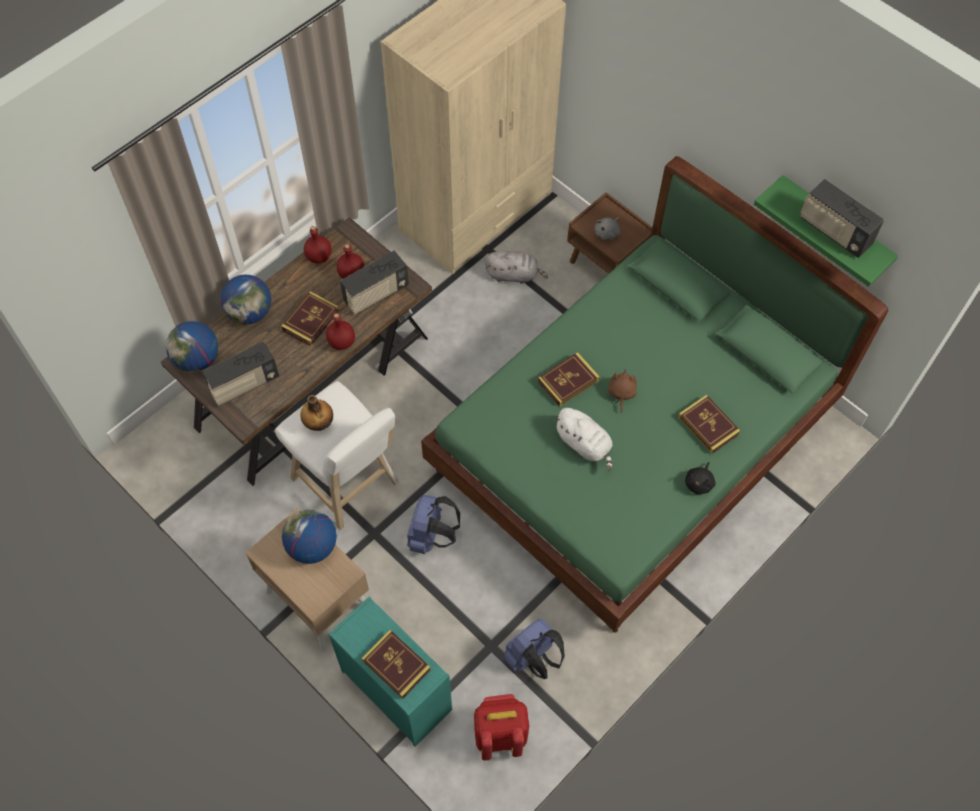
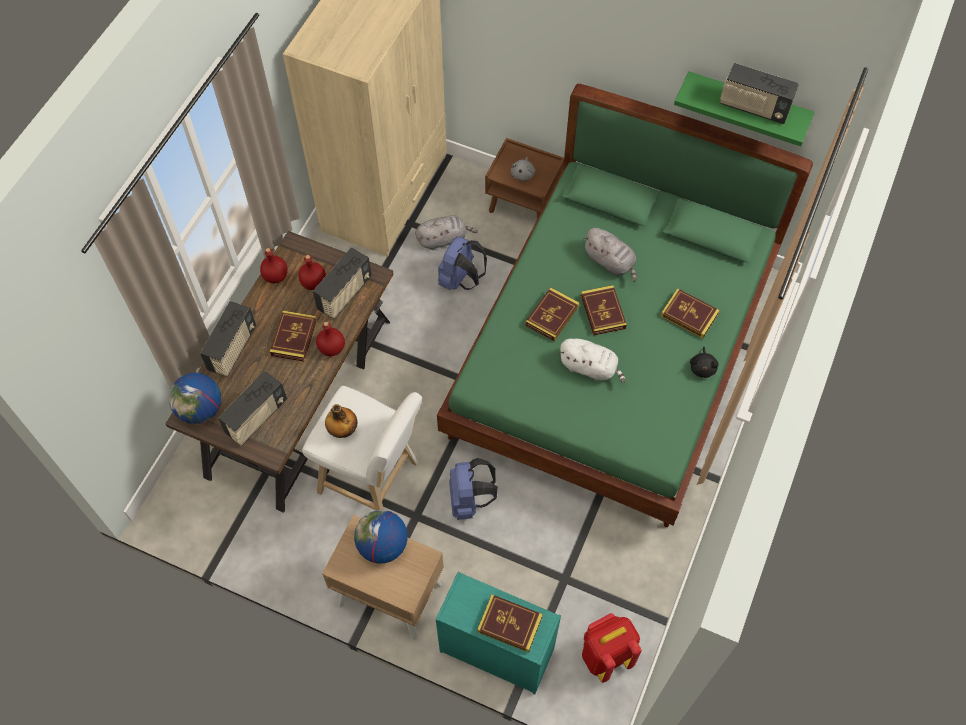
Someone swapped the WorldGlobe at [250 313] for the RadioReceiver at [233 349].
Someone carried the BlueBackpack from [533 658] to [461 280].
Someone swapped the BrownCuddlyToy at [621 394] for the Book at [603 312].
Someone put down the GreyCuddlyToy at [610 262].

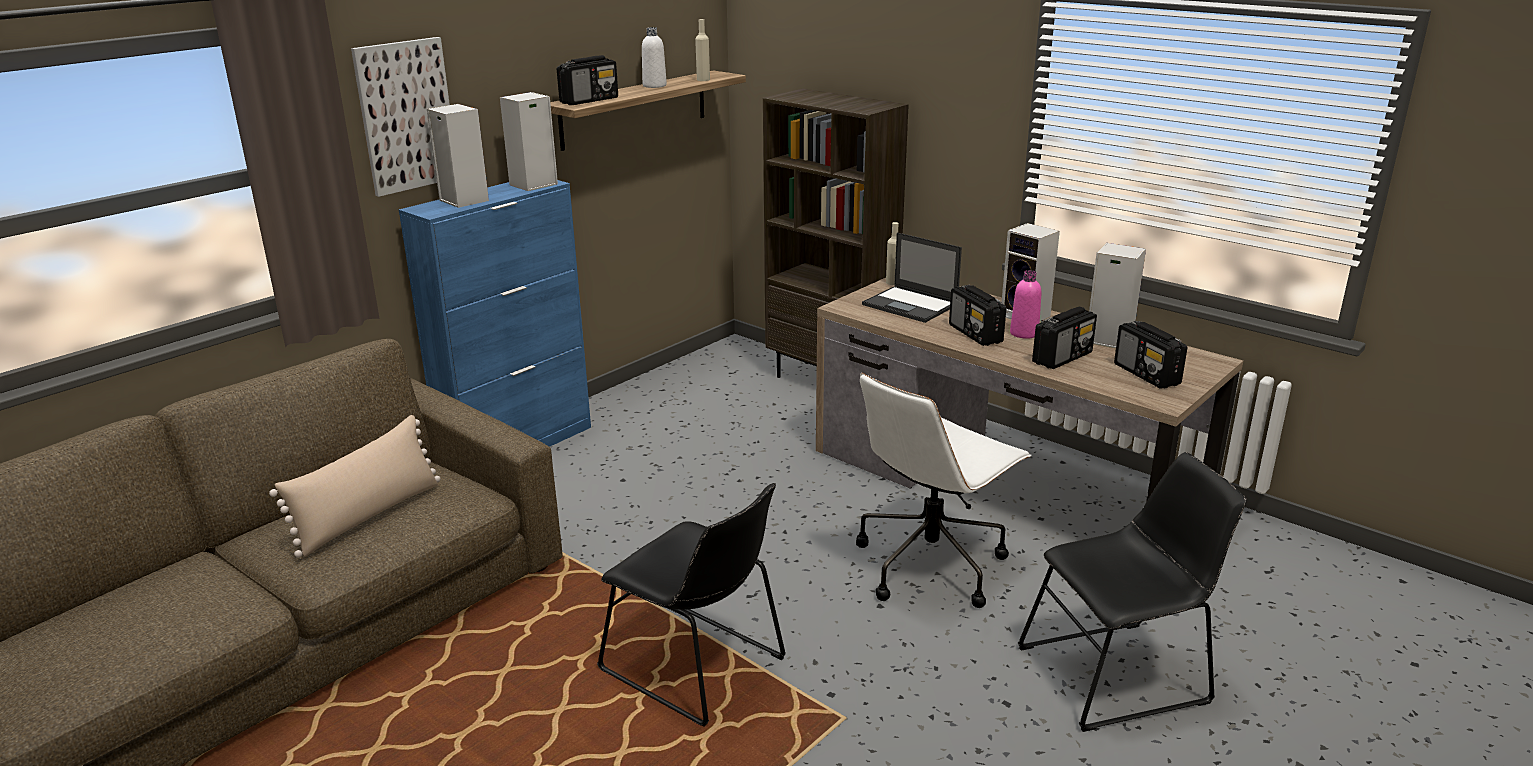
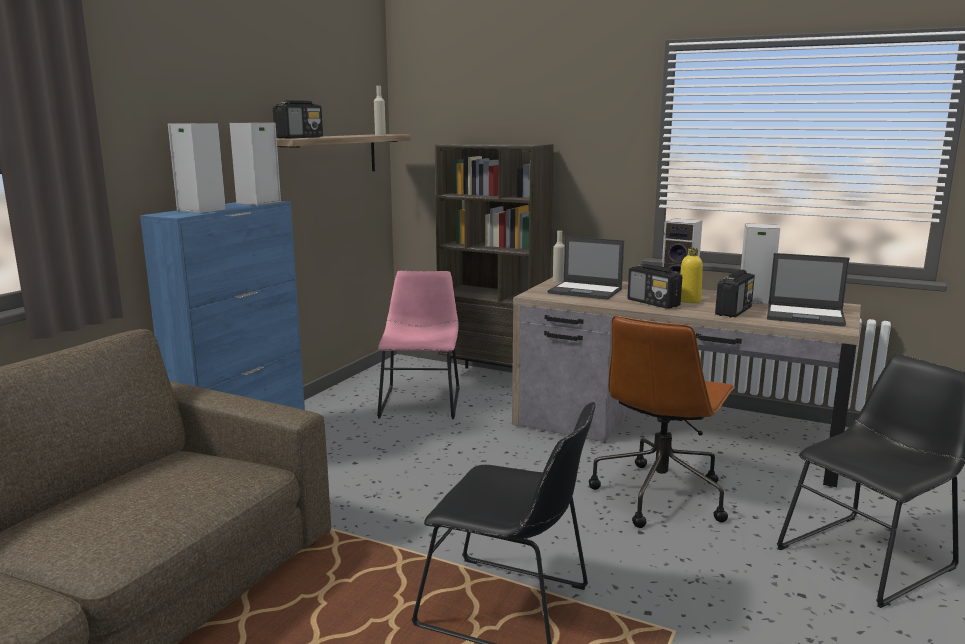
Someone put down the PinkishChair at [421 401].
Someone repainted the WhiteColouredDeskChair at [931 564], which became the BrownDeskChair at [660 494].
Someone repainted the PinkishBottle at [1024 333], which became the YellowColouredBottle at [689 300].
Someone swapped the RadioReceiver at [1147 375] for the Laptop at [806 316].
Someone took away the SandColouredThrowPillow at [369 515].
Someone took away the WallPicture at [406 116].
Someone took away the WhiteColouredBottle at [654 86].

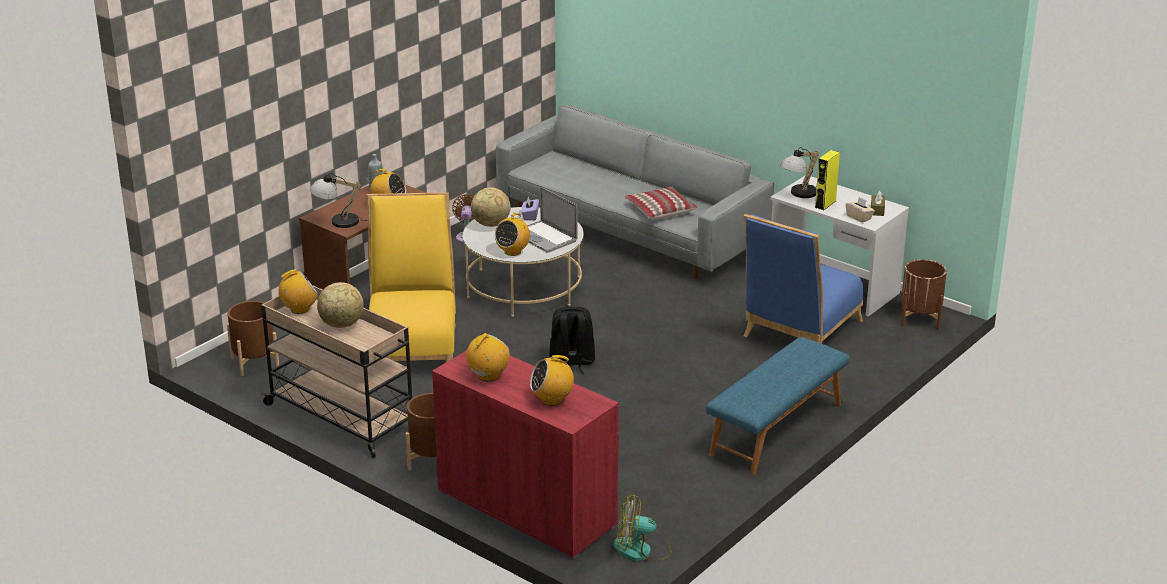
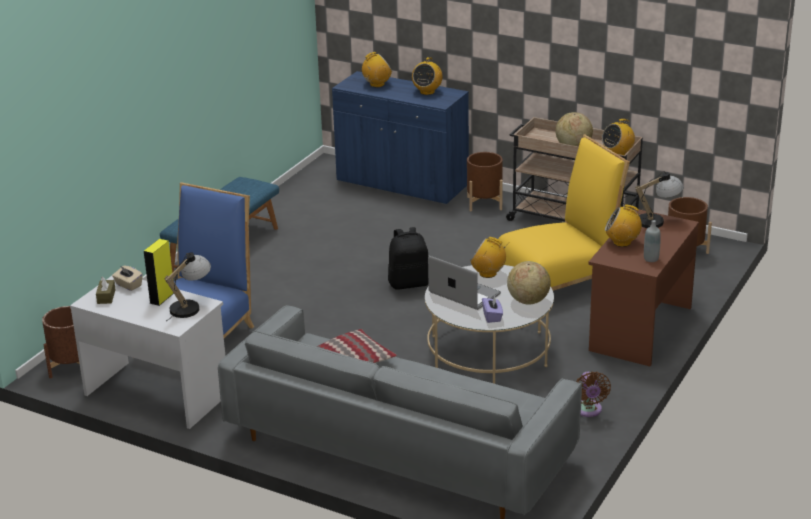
Someone repainted the RedCupboard at [526 508], which became the BlueCupboard at [402 184].
Someone rotated the RadioReceiver at [512 251] by 90 degrees counterclockwise.
Someone rotated the YellowColouredChair at [413 347] by 105 degrees counterclockwise.
Someone took away the CoolingFan at [641 550].

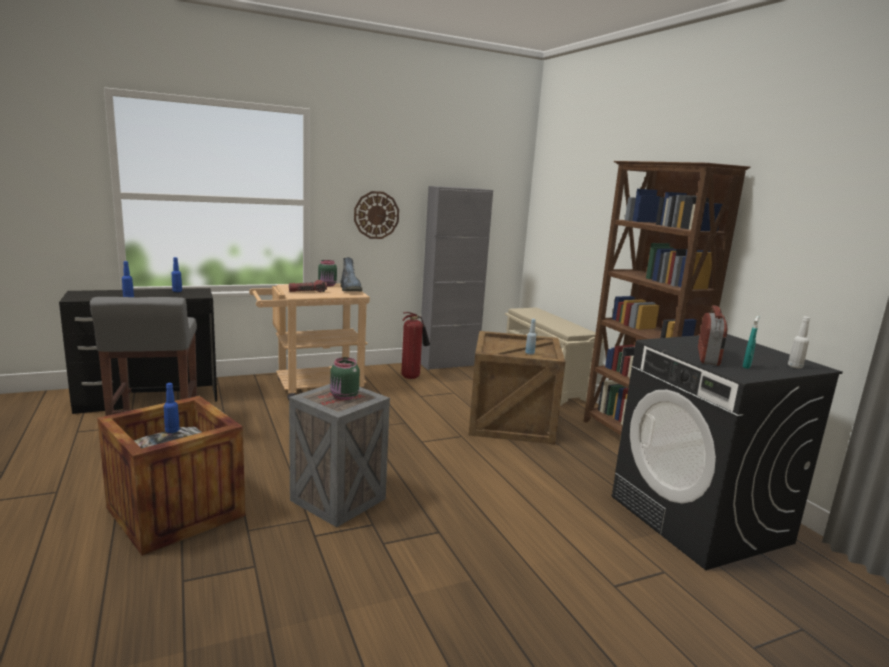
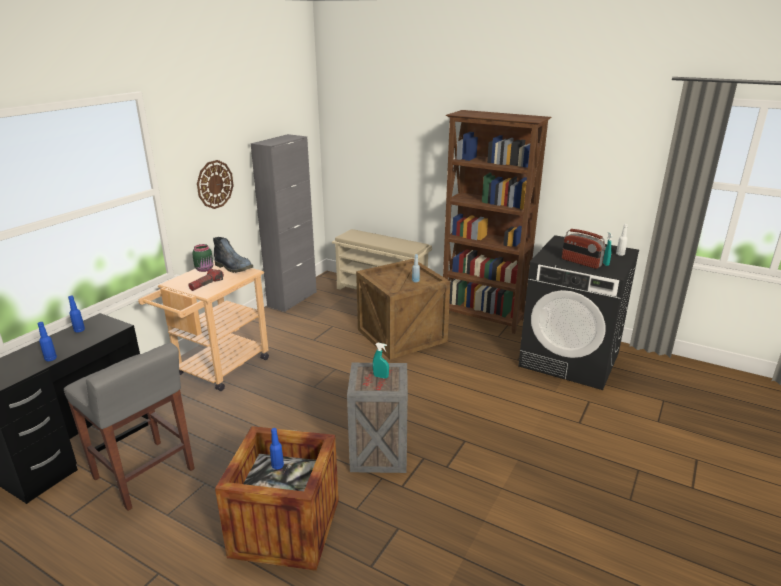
Someone swapped the GreenJar at [344 397] for the TurquoiseColouredSprayBottle at [380 376].
Someone rotated the RadioReceiver at [708 357] by 150 degrees clockwise.
Someone took away the Extinguisher at [412 377].

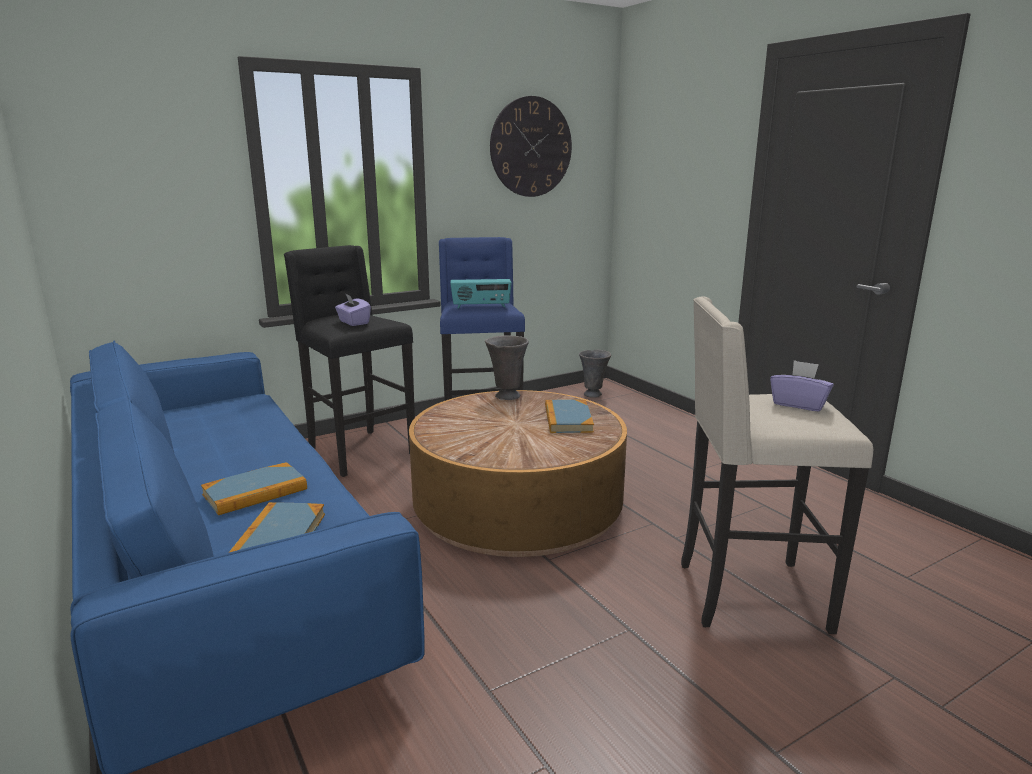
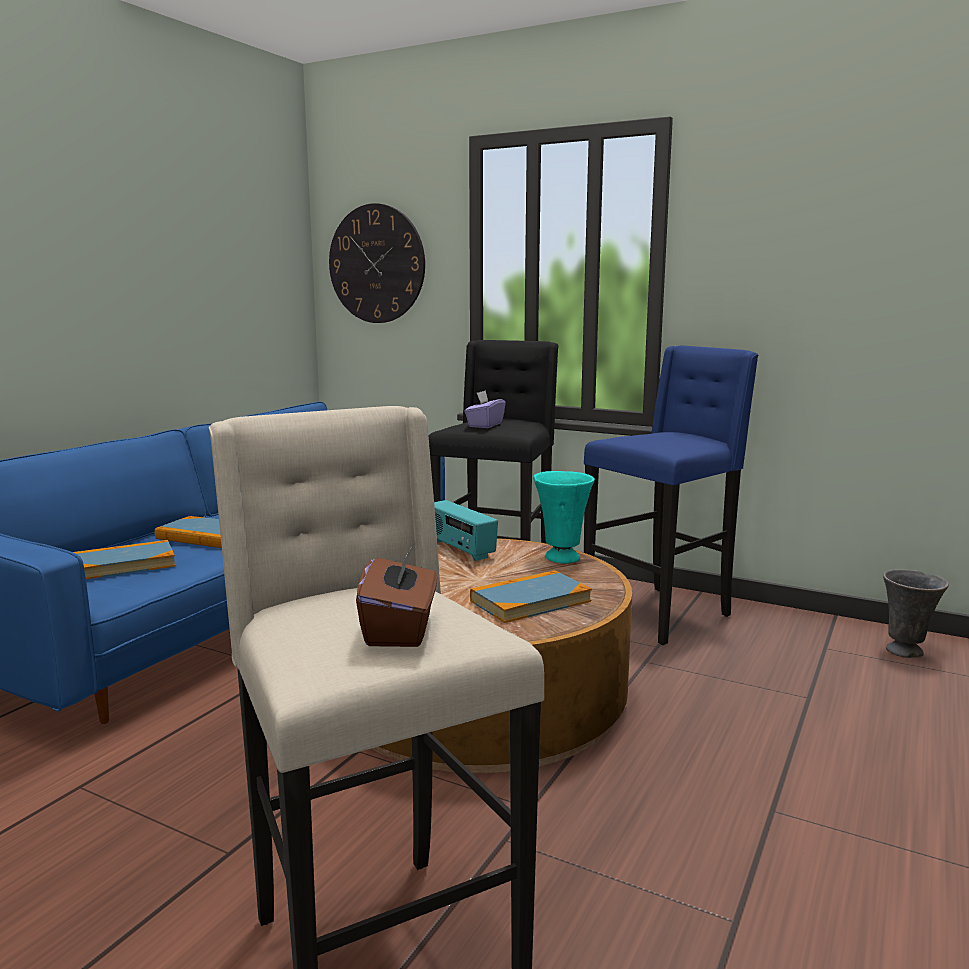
Someone carried the HangingClock from [531 147] to [376 264].
Someone repainted the PurpleColouredBoxOfTissues at [799 404], which became the BrownBoxOfTissues at [400 629].
Someone carried the RadioReceiver from [481 306] to [460 550].
Someone repainted the GreyDecorativeVase at [506 396], which became the TurquoiseColouredDecorativeVase at [561 558].

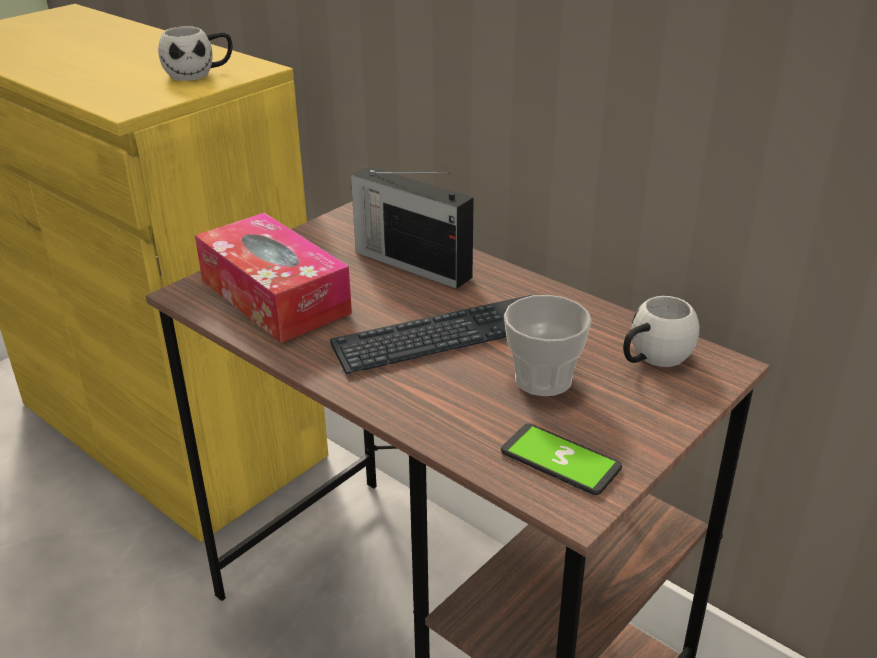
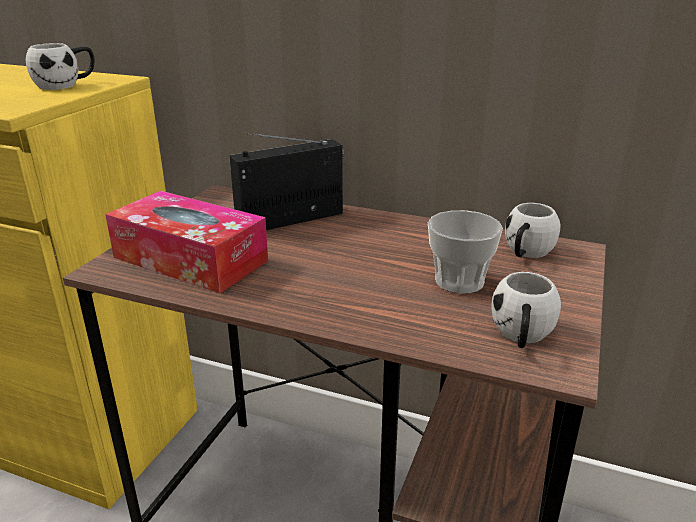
Someone rotated the RadioReceiver at [410 263] by 135 degrees clockwise.
Someone swapped the Telephone at [560 460] for the WhiteColouredTeaMug at [521 337].
Someone took away the PcKeyboard at [444 337].

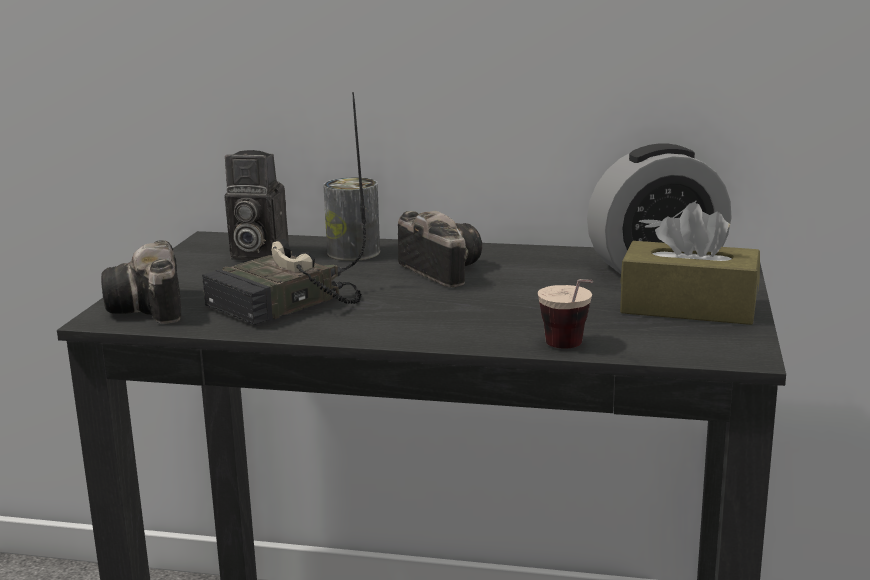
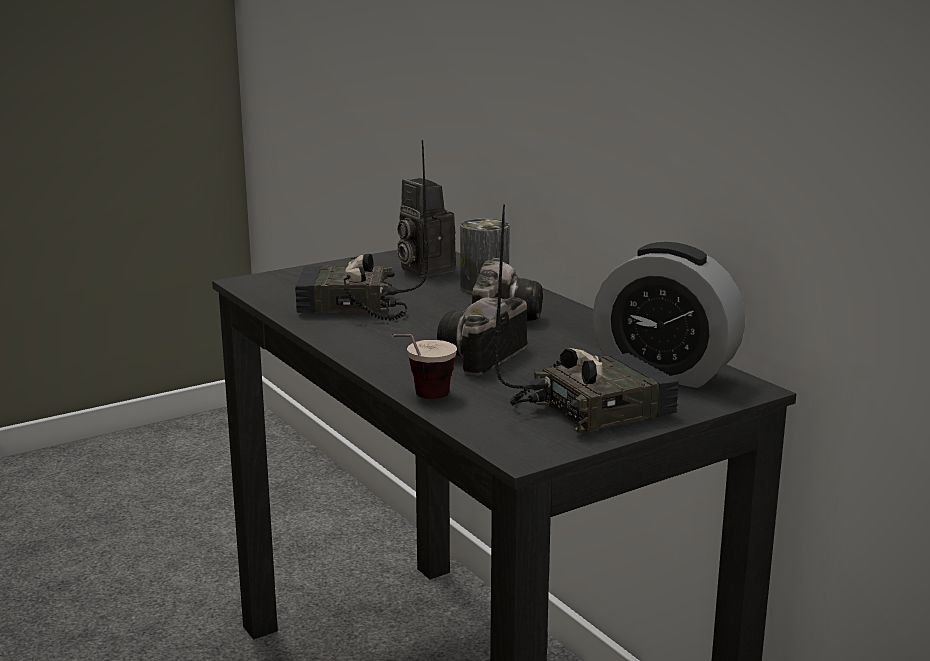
Someone carried the PhotoCamera from [151 309] to [480 358].
Someone swapped the BrownBoxOfTissues at [688 307] for the RadioReceiver at [592 407].

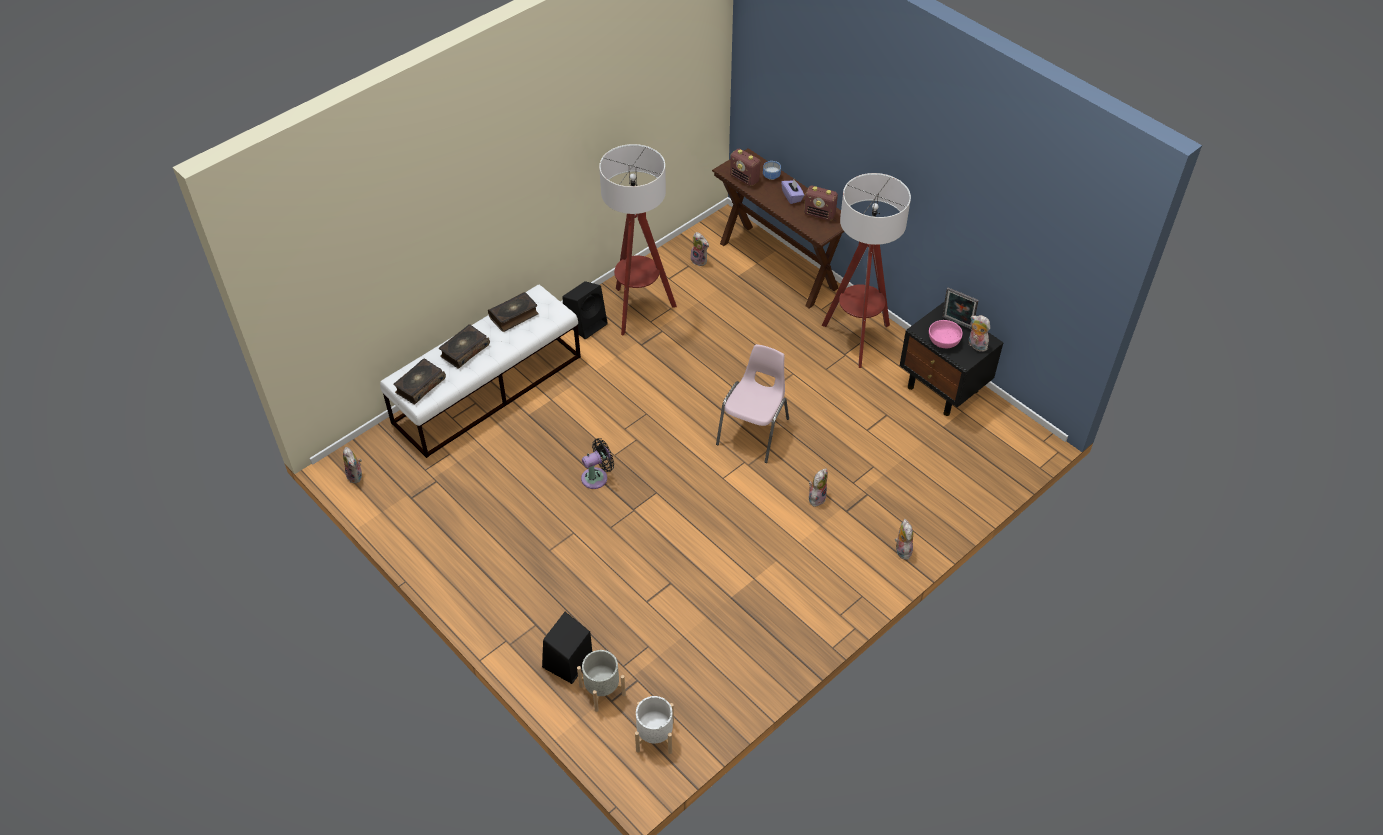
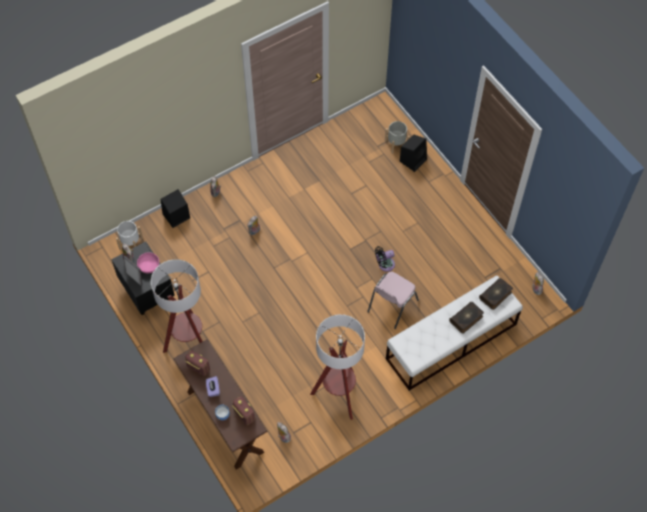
Someone carried the WhiteColouredPlanter from [655 736] to [130 243].
Someone carried the BlackSpeaker from [587 323] to [175 216].
Someone carried the PinkishChair from [754 431] to [391 306].
Someone took away the Book at [514 316].

